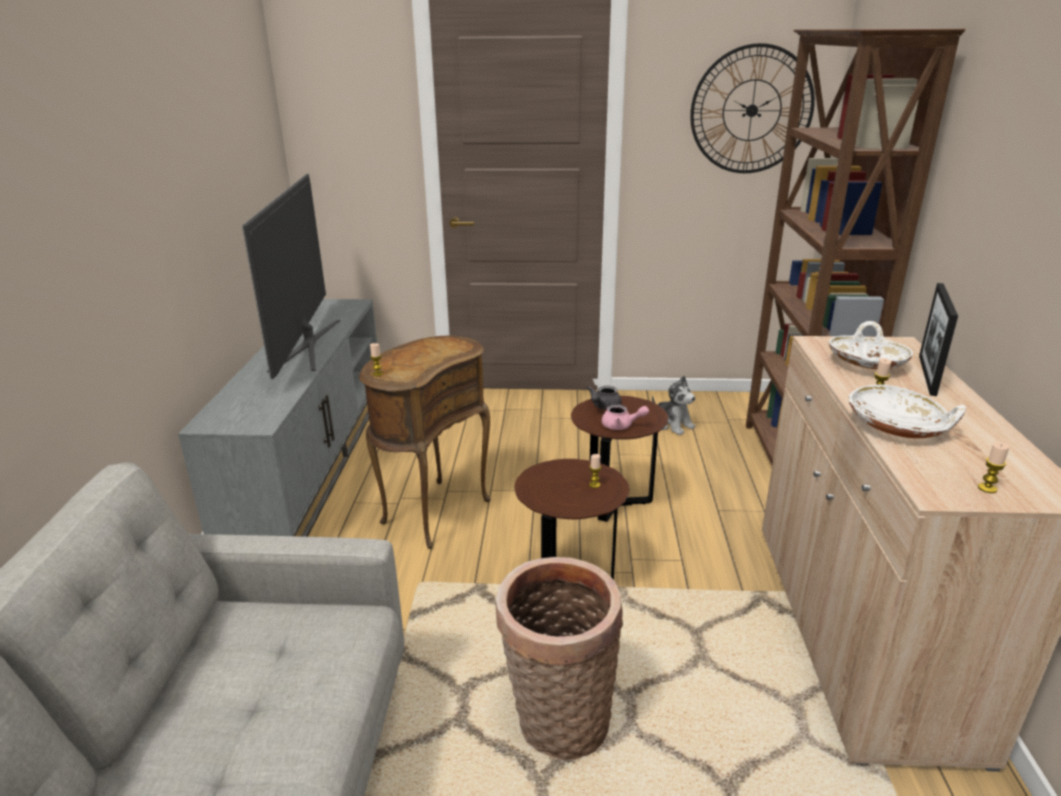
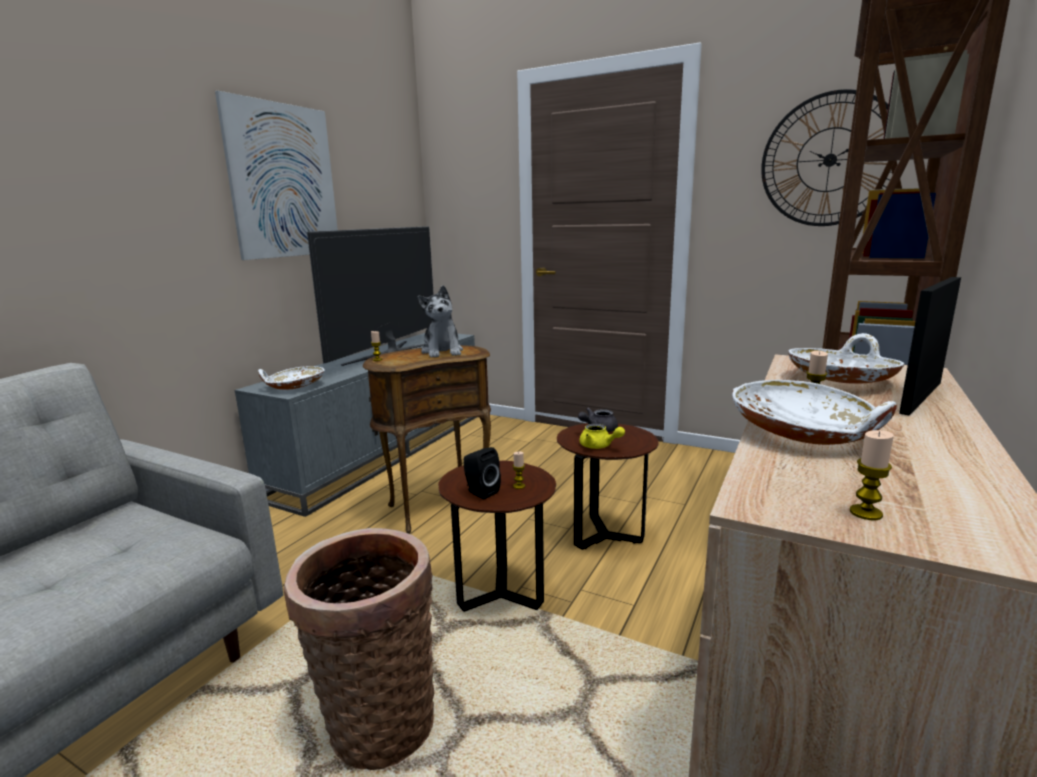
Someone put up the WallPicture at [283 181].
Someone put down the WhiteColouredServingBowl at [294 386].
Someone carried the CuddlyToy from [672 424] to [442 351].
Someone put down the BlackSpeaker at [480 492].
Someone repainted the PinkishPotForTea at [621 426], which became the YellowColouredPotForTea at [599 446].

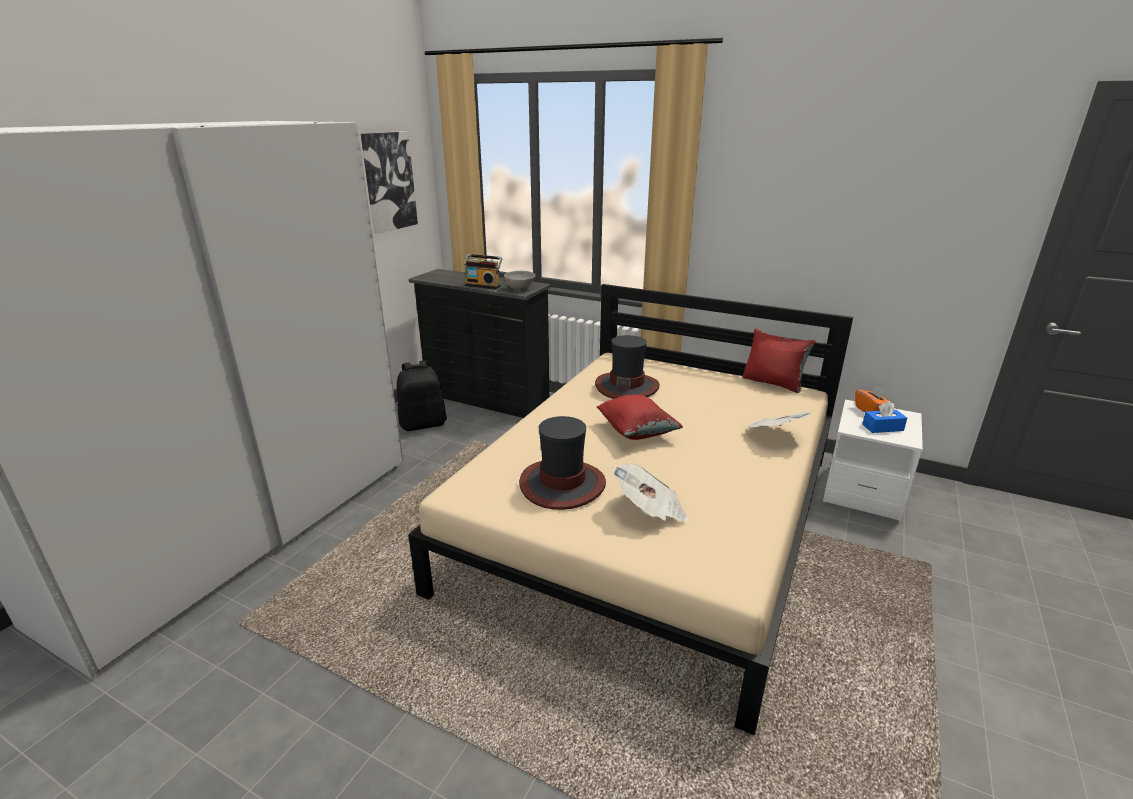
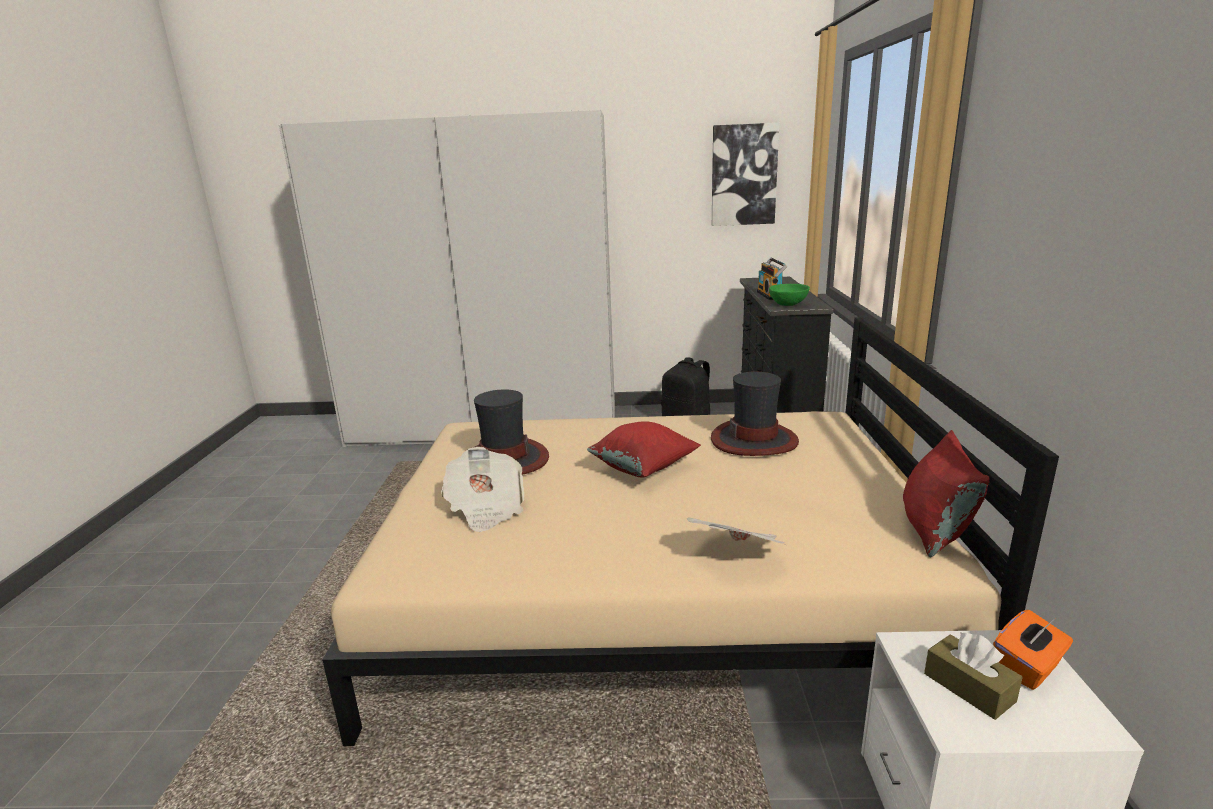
Someone repainted the GreyServingBowl at [520 289], which became the GreenServingBowl at [788 305].
Someone repainted the BlueBoxOfTissues at [882 427], which became the BrownBoxOfTissues at [969 687].

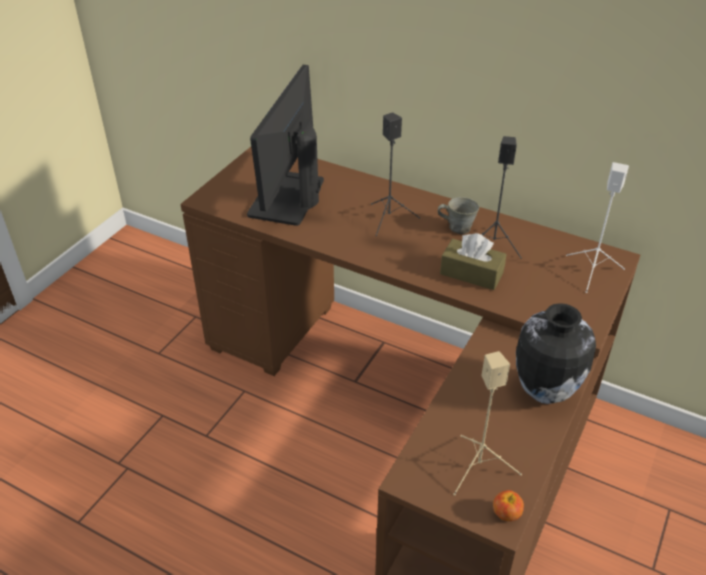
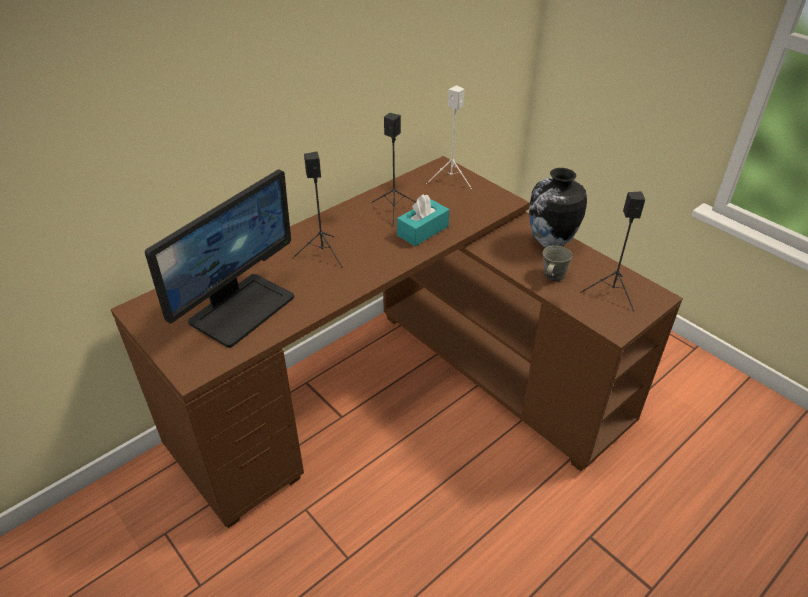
Someone rotated the ComputerScreen at [288 198] by 90 degrees counterclockwise.
Someone repainted the BrownBoxOfTissues at [471 273], which became the TurquoiseColouredBoxOfTissues at [423 231].
Someone carried the GreyTeaMug from [458 227] to [552 276].
Someone repainted the SandColouredSpeaker at [479 467], which became the BlackSpeaker at [611 292].
Someone took away the WholeApple at [506 514].

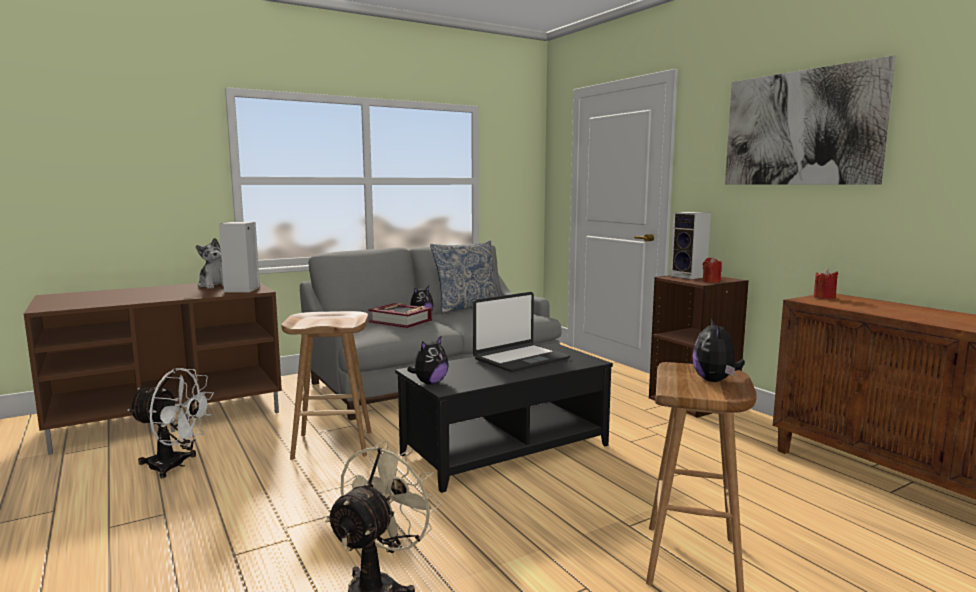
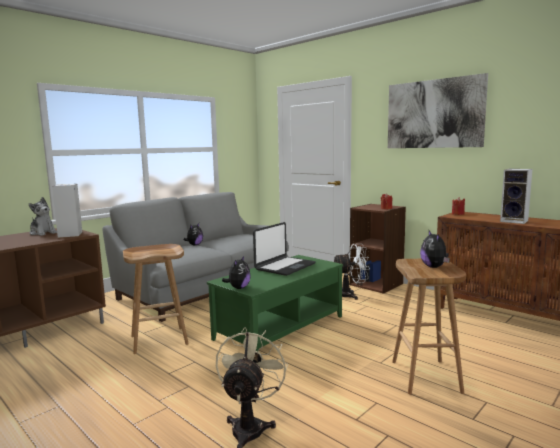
Someone repainted the BlackLoungeTable at [504 449], which became the GreenLoungeTable at [279 327].
Someone carried the WhiteColouredCoolingFan from [175 466] to [350 295].
Someone carried the Speaker from [689 276] to [515 221].
Someone took away the Book at [401 321].
Someone took away the ThrowPillow at [467 308].

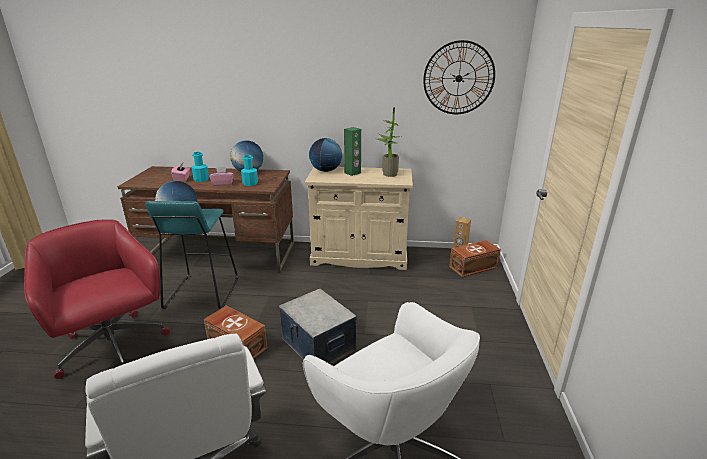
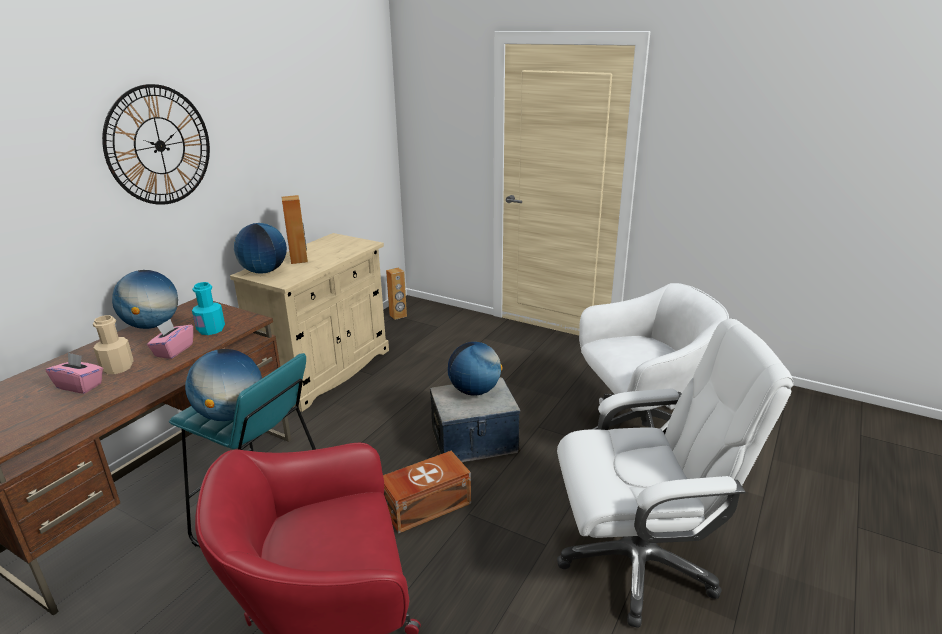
Someone repainted the TurquoiseColouredBottle at [201 179], which became the SandColouredBottle at [117 367].
Someone carried the HangingClock from [458 78] to [159 145].
Someone repainted the GreenSpeaker at [352 173], which became the BrownSpeaker at [299 260].
Someone put down the WorldGlobe at [474 391].
Someone took away the PlantInAPot at [387 174].
Someone took away the BrownStorageContainer at [474 267].

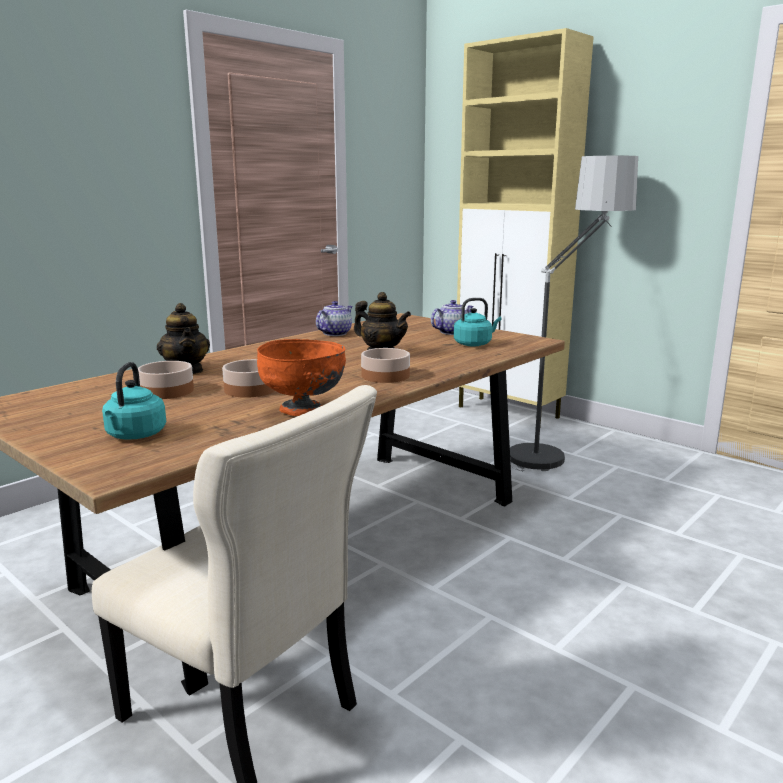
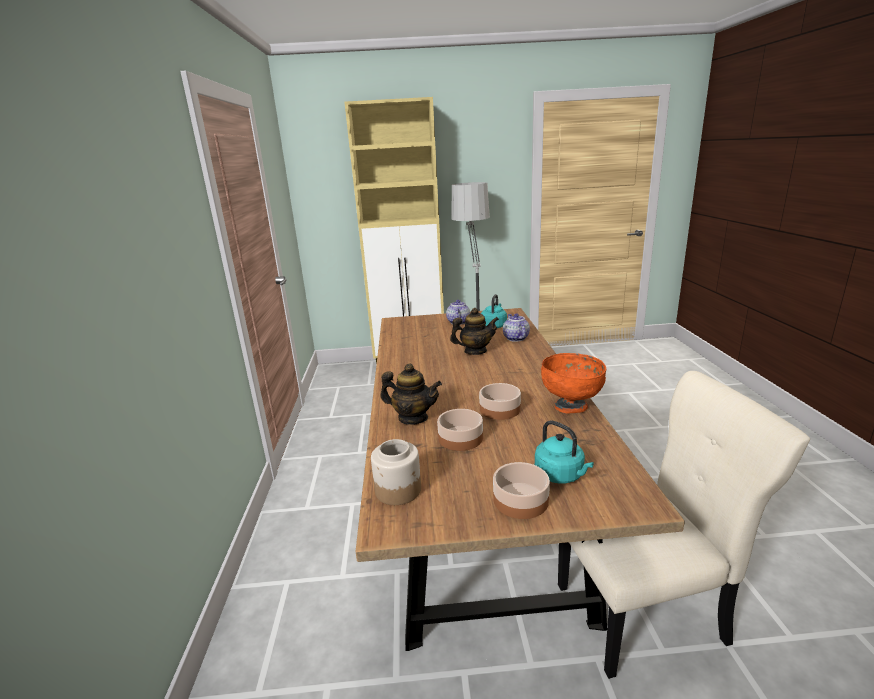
Someone put down the Jar at [399 490].
Someone carried the ServingBowl from [386 376] to [521 500].
Someone carried the PotForTea from [335 333] to [515 338].

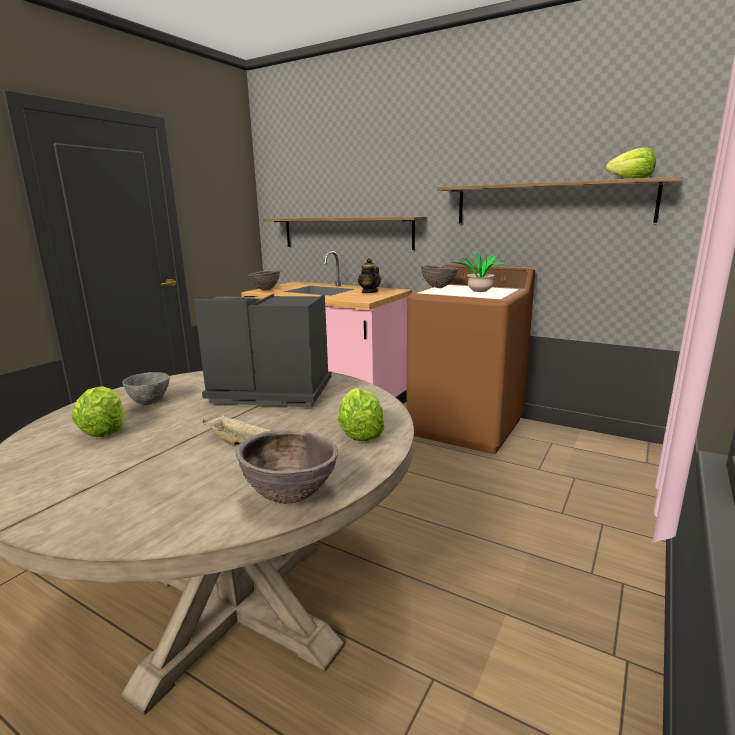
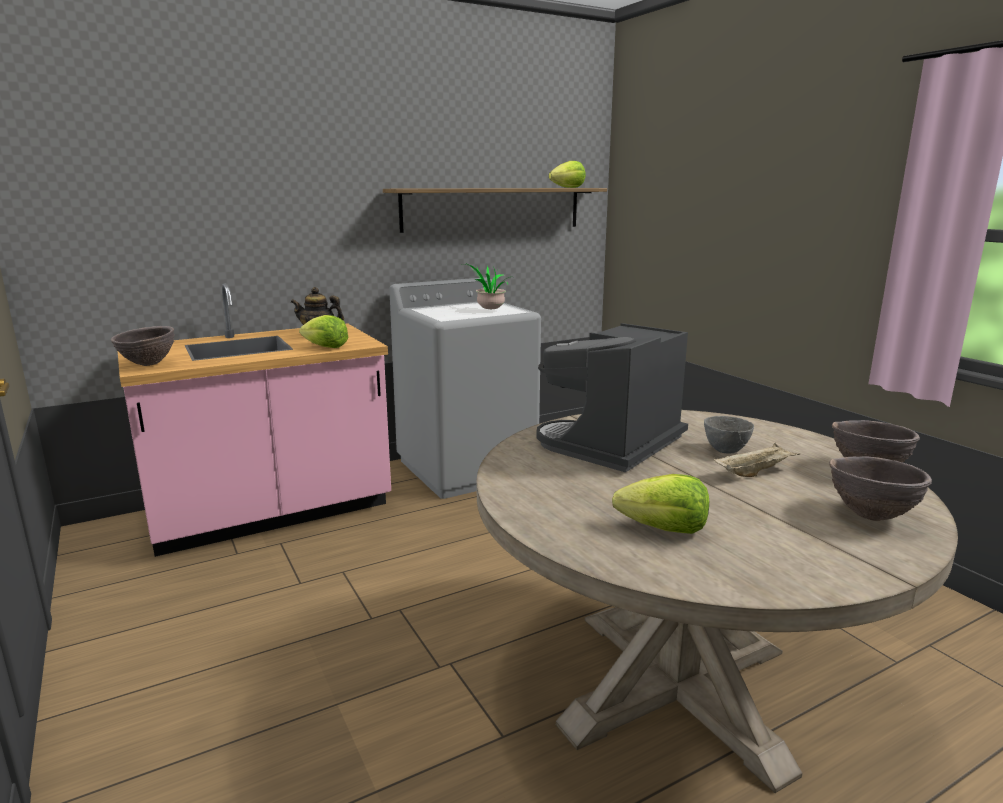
Someone carried the Lettuce from [360 433] to [325 347].
Someone repainted the BrownWashingMachine at [466 426], which became the GreyWashingMachine at [467 468].
Someone carried the GreyServingBowl from [149 402] to [725 450].
Someone carried the BrownServingBowl from [438 287] to [871 516].
Someone took away the Shelf at [346 232].

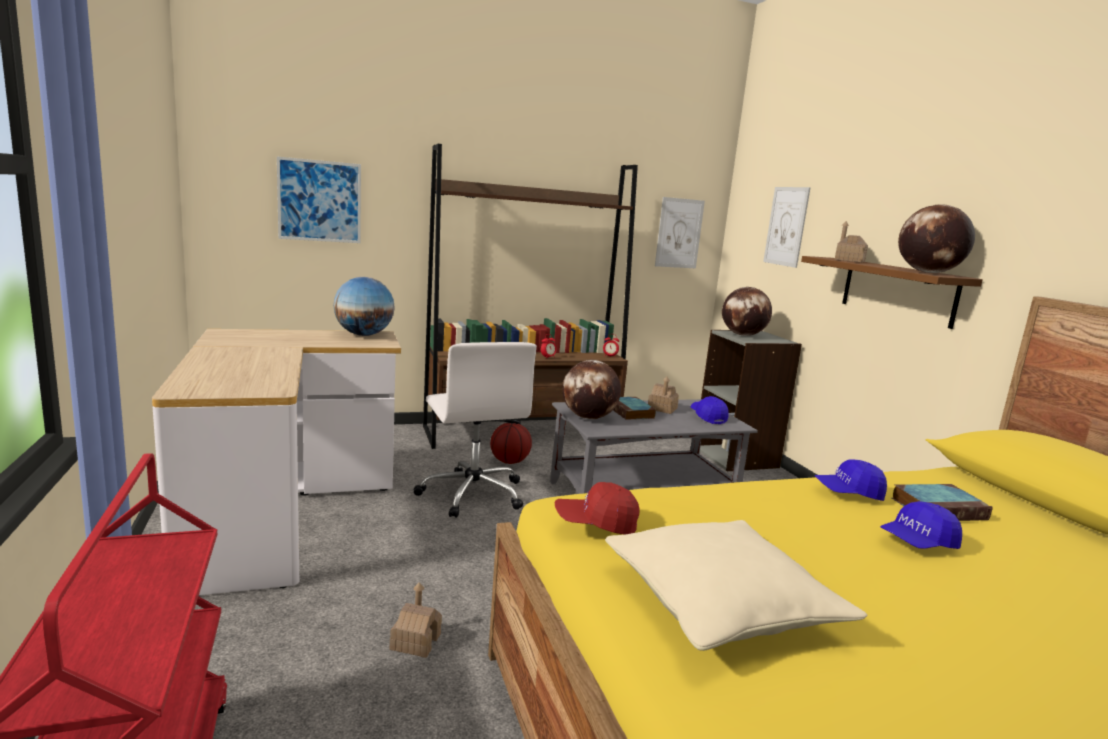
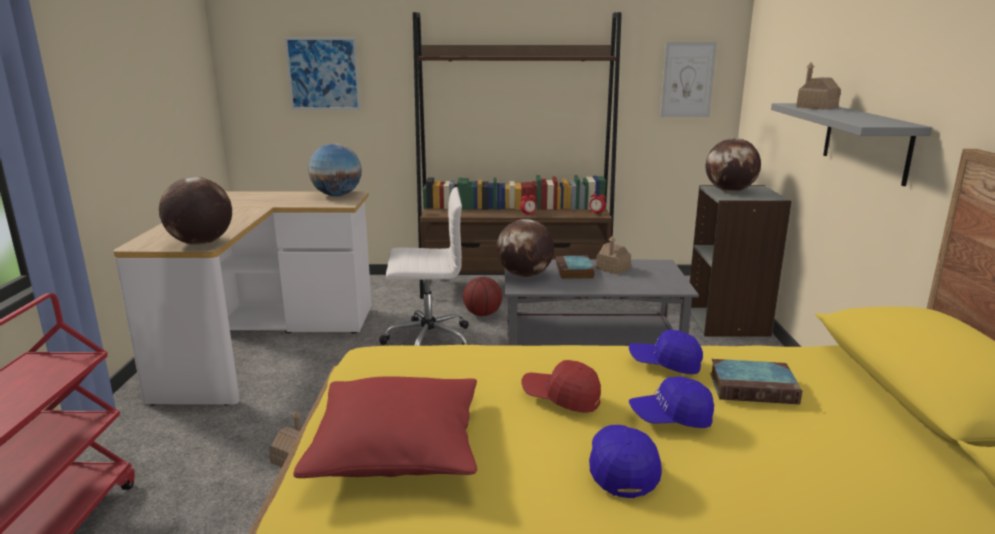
Someone carried the WorldGlobe from [928 272] to [200 243].
Someone repainted the SandColouredThrowPillow at [720 605], which became the RedThrowPillow at [397 449].
Someone rotated the WhiteColouredDeskChair at [472 493] by 90 degrees counterclockwise.
Someone carried the RedPeakedCap from [596 523] to [561 399].
Someone carried the BluePeakedCap from [707 417] to [622 469].
Someone repainted the BrownShelf at [897 291], which became the GreyShelf at [865 141].
Someone took away the WallPicture at [786 226].

